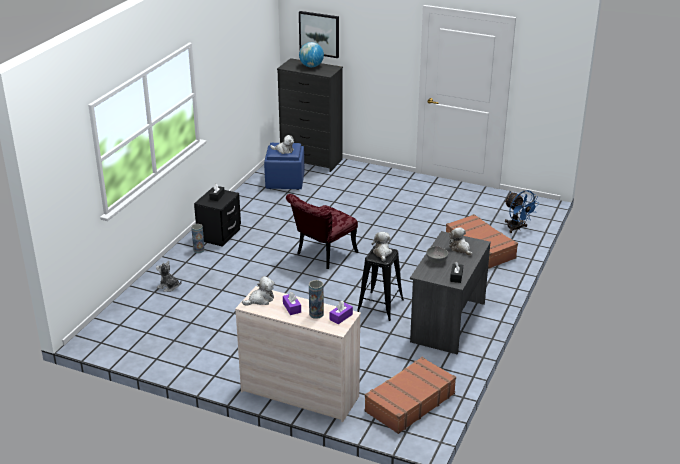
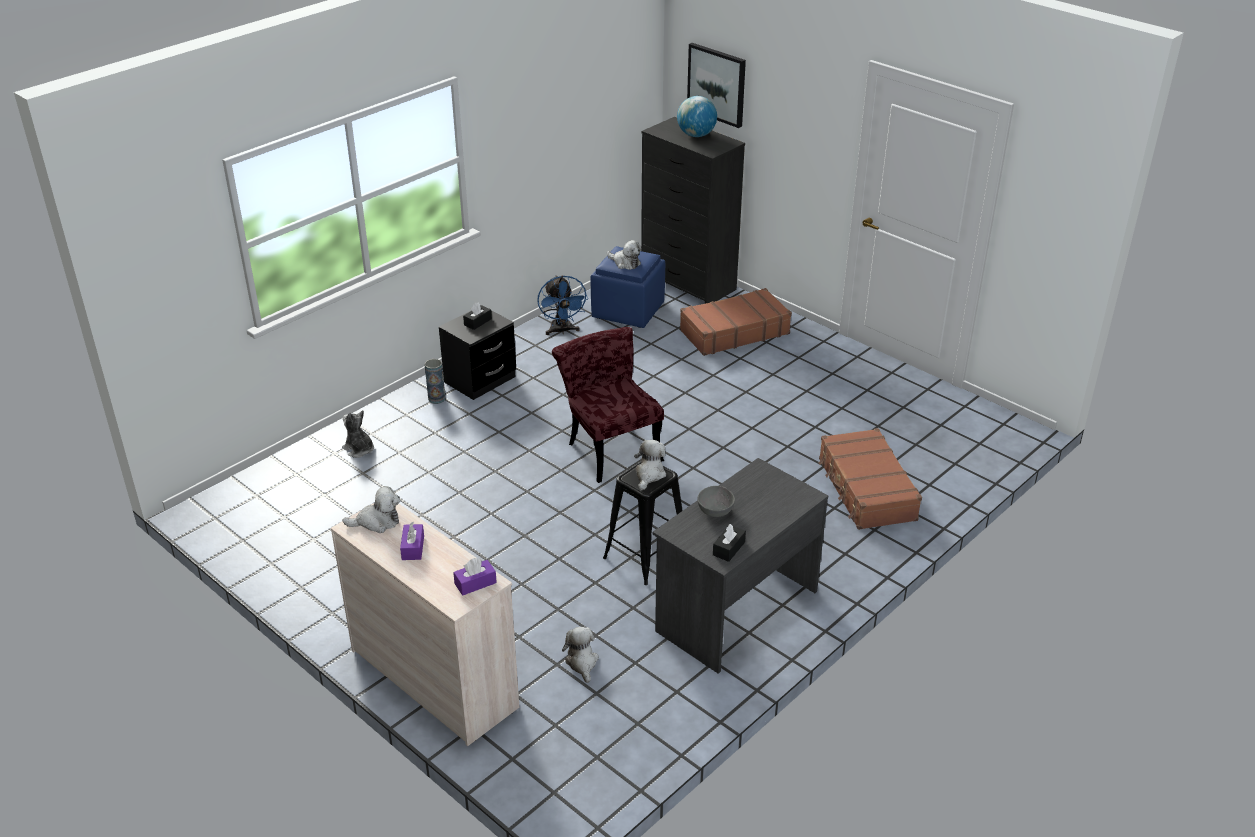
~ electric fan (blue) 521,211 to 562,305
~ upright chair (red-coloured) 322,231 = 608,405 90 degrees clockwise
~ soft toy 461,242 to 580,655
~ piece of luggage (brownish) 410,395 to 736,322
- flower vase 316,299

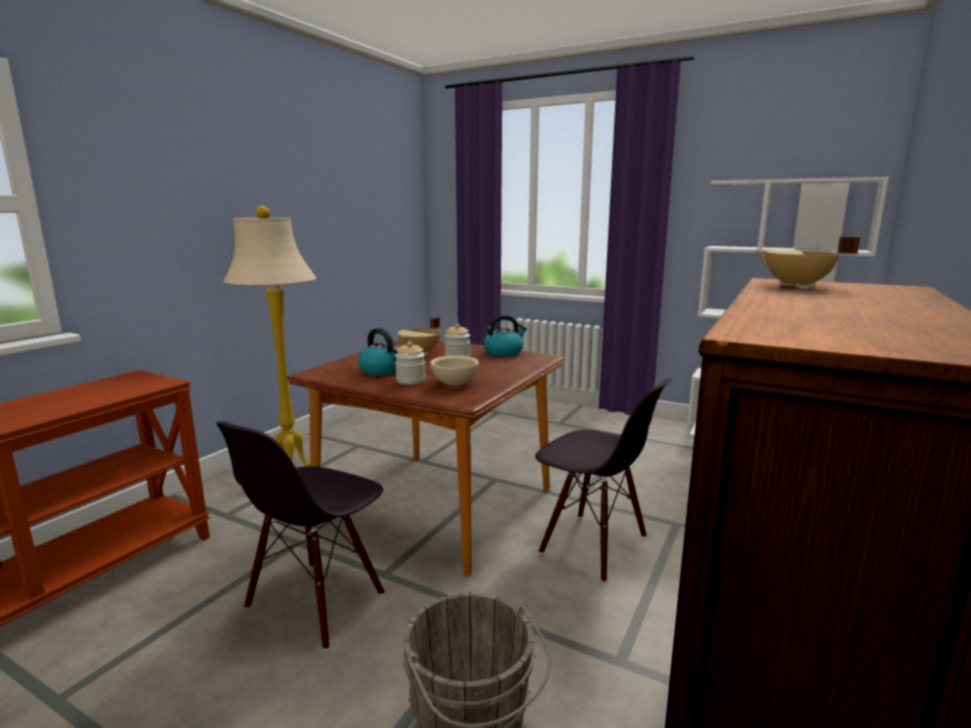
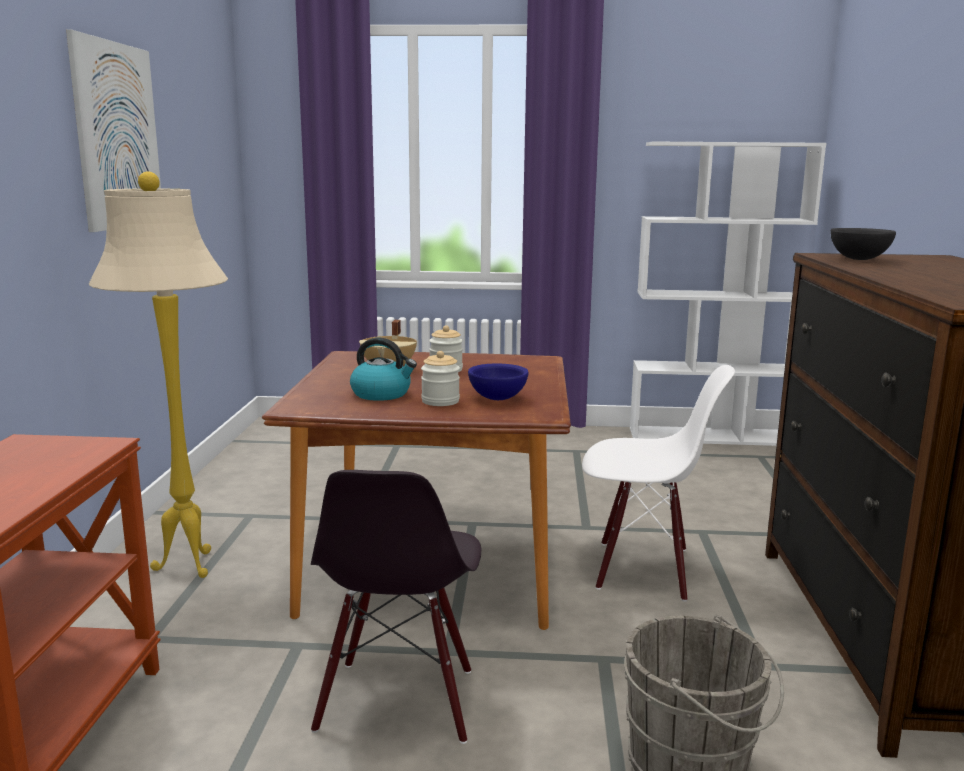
+ picture 113,131
~ bowl (beige-coloured) 454,371 to bowl (blue) 498,382
~ upright chair (blackish) 603,480 to upright chair (white-coloured) 658,483
~ saucepot (beige-coloured) 808,262 to bowl (blackish) 863,244
- tea kettle 505,336

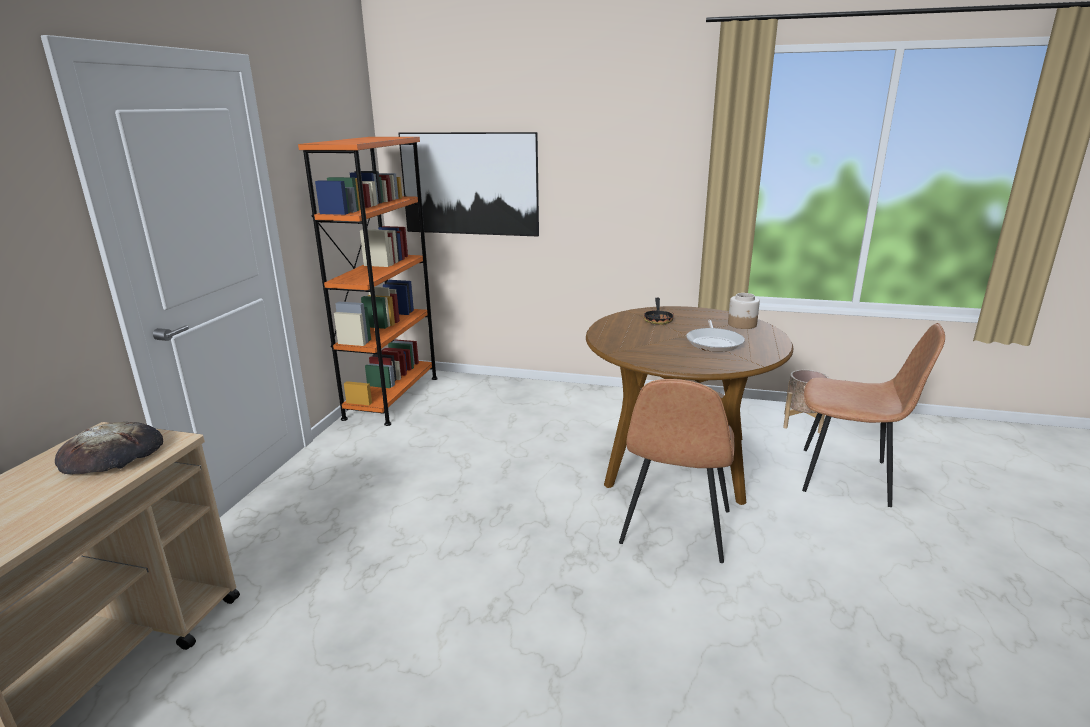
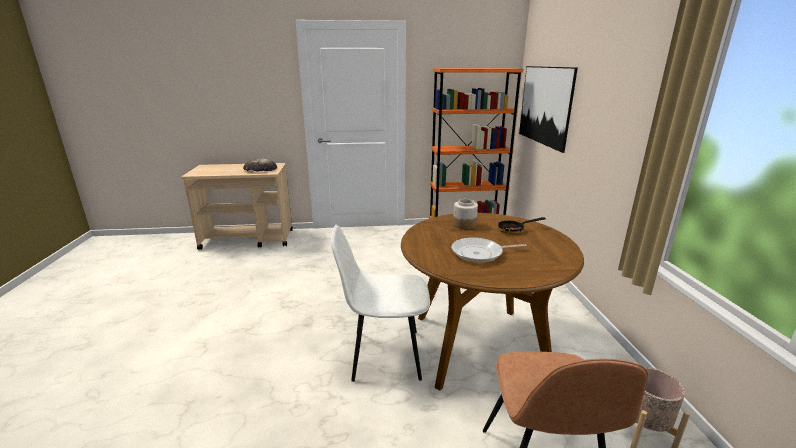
~ upright chair (brownish) 677,471 to upright chair (white-coloured) 380,303
~ jar 744,311 to 465,214

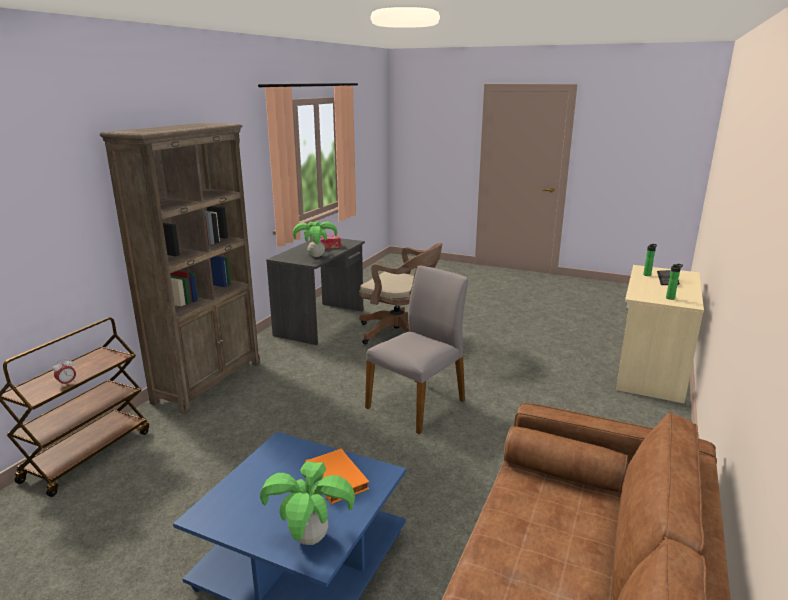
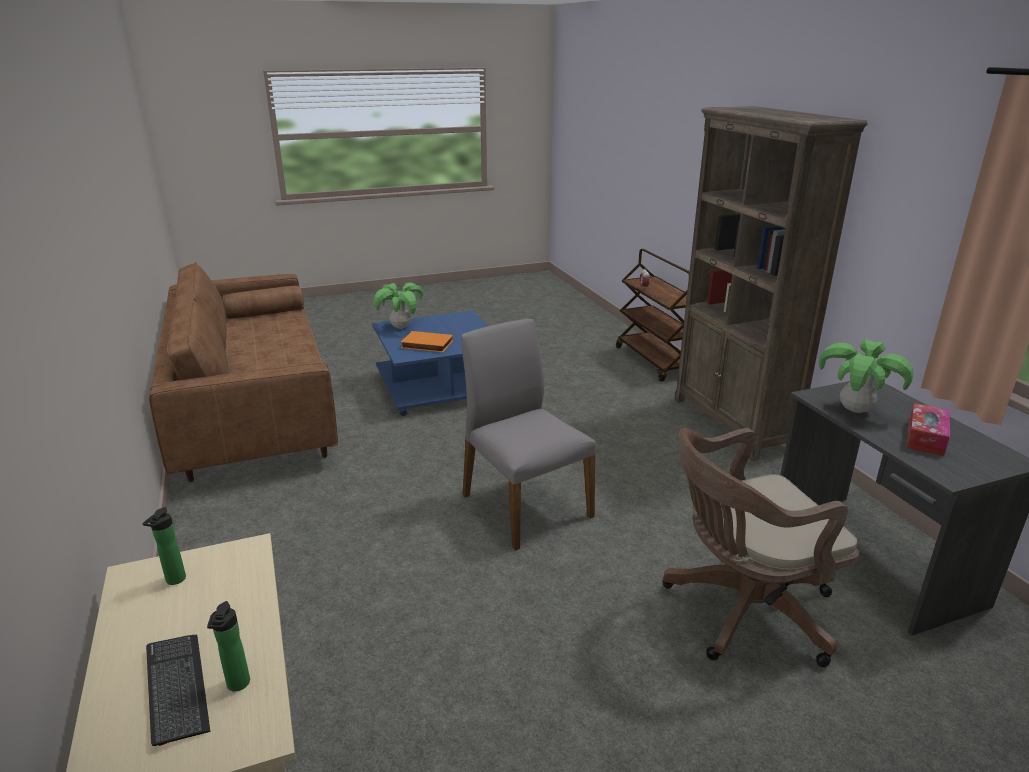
~ upright chair (grey) 416,350 = 528,435 150 degrees clockwise

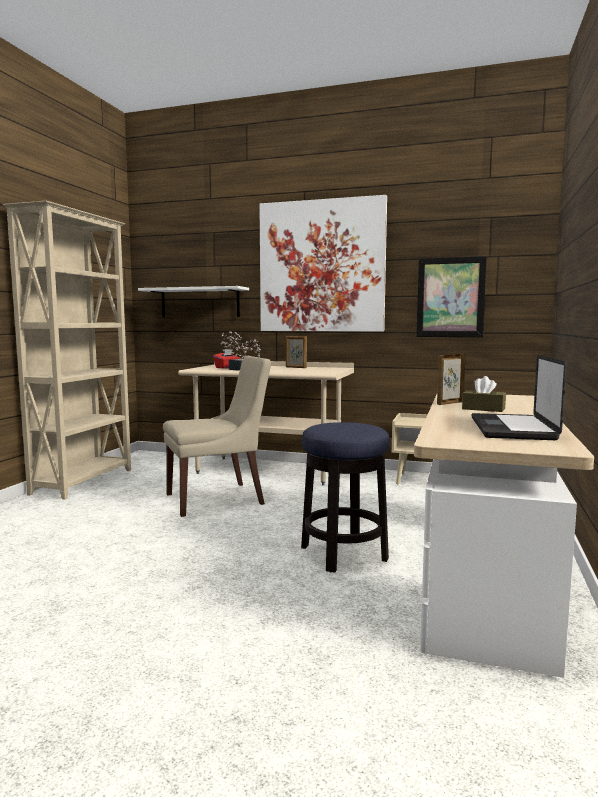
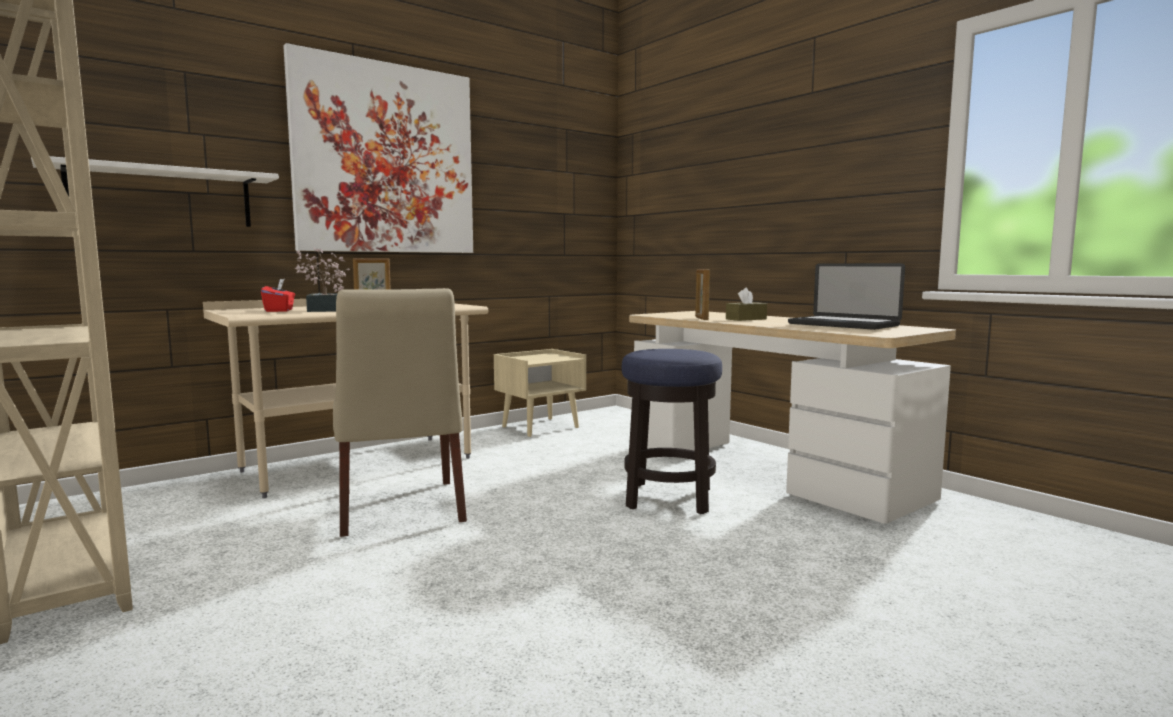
~ upright chair (beige-coloured) 217,436 = 400,412 150 degrees clockwise
- picture 451,296

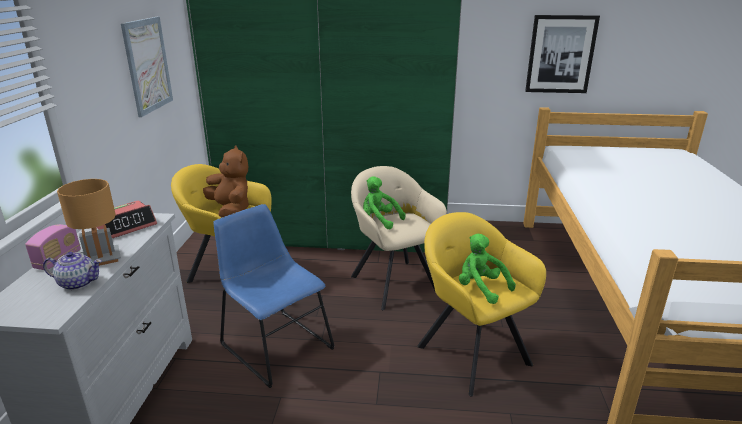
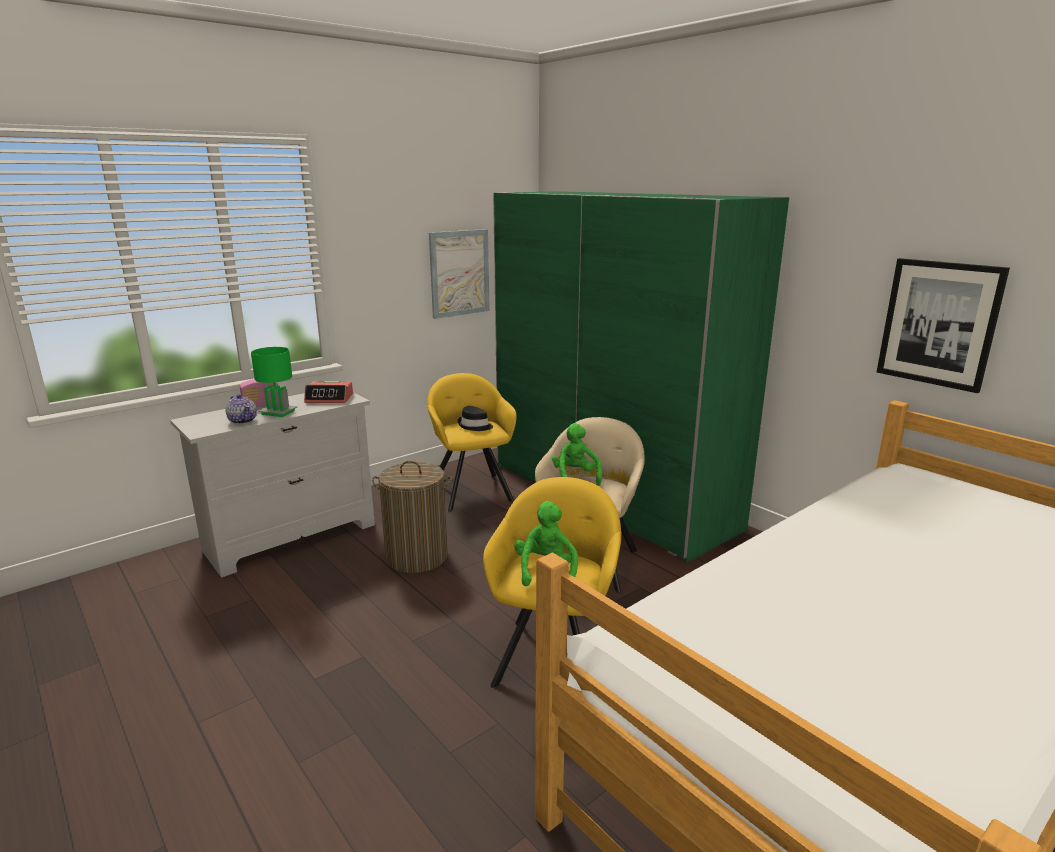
~ tabletop lamp (brownish) 89,222 to tabletop lamp (green) 274,382
~ upright chair (blue) 274,296 to hamper 412,517
~ soft toy (brownish) 226,182 to wearable hat (blackish) 475,418

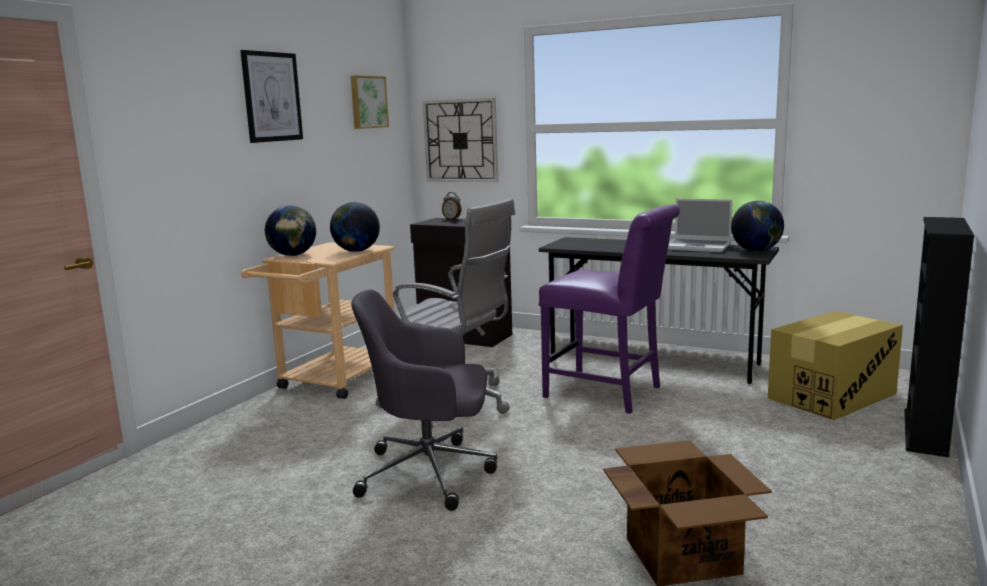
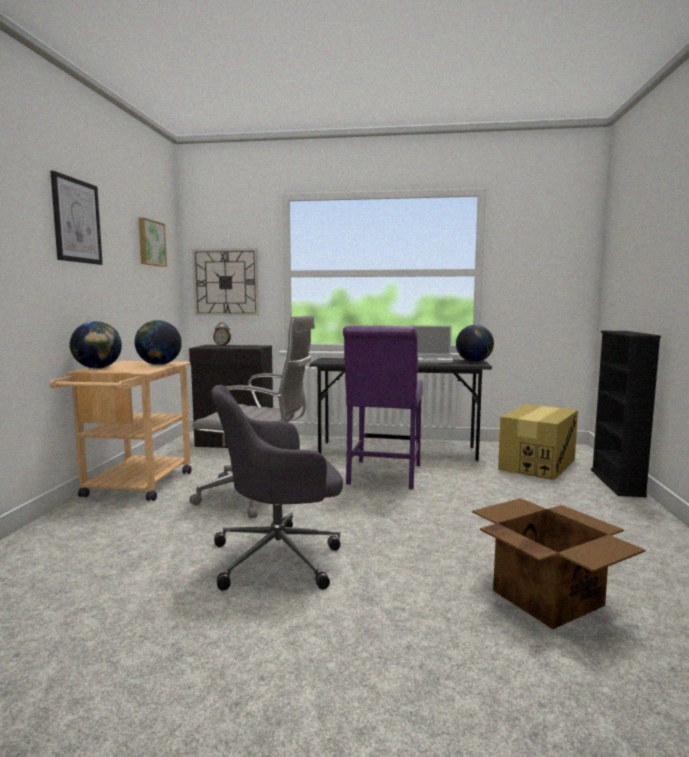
~ upright chair (purple-coloured) 609,309 = 383,407 90 degrees clockwise

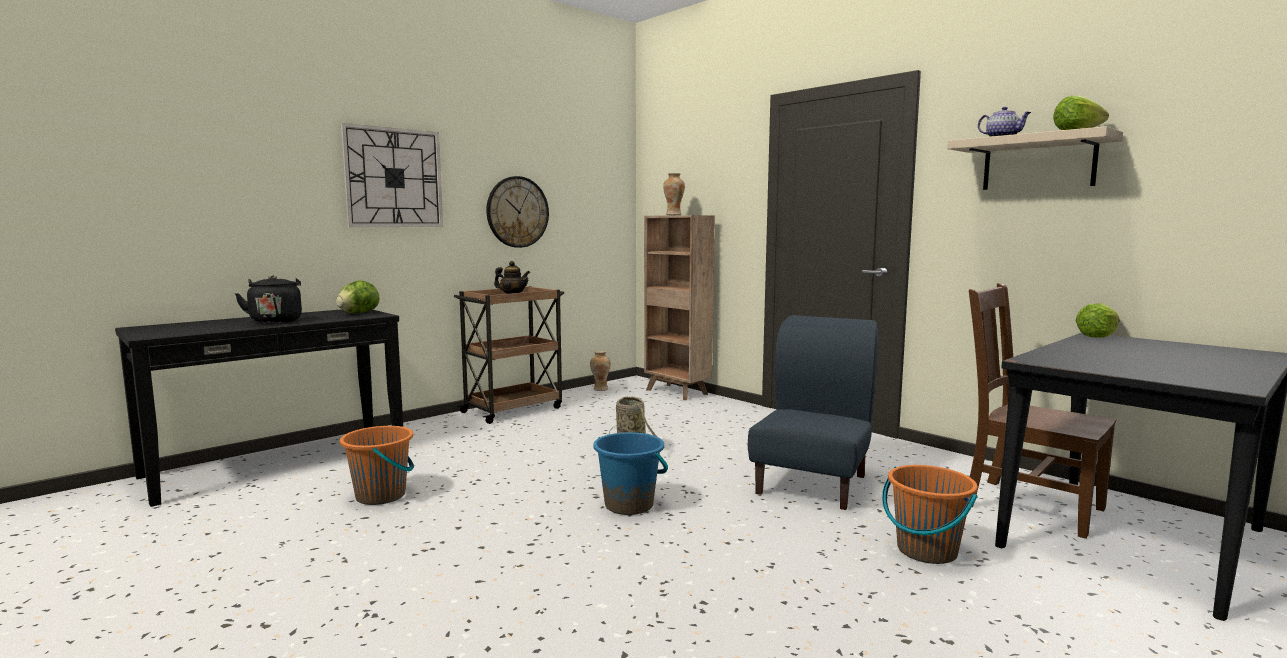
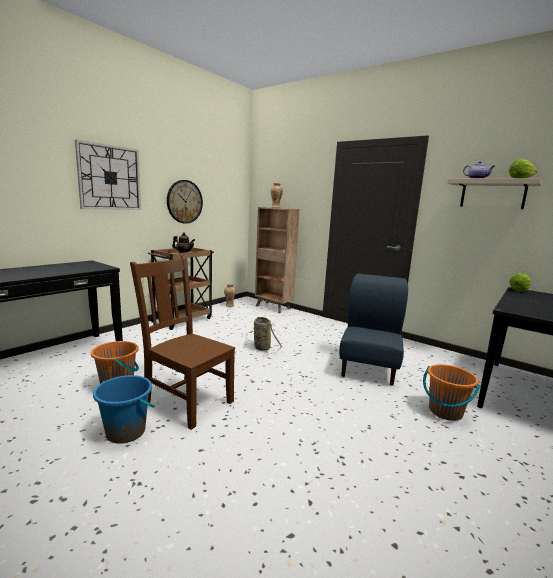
~ pail (blue) 631,473 to 124,409
~ upright chair (brownish) 1042,411 to 182,342
- tea kettle (blackish) 268,299
- lettuce head 358,297

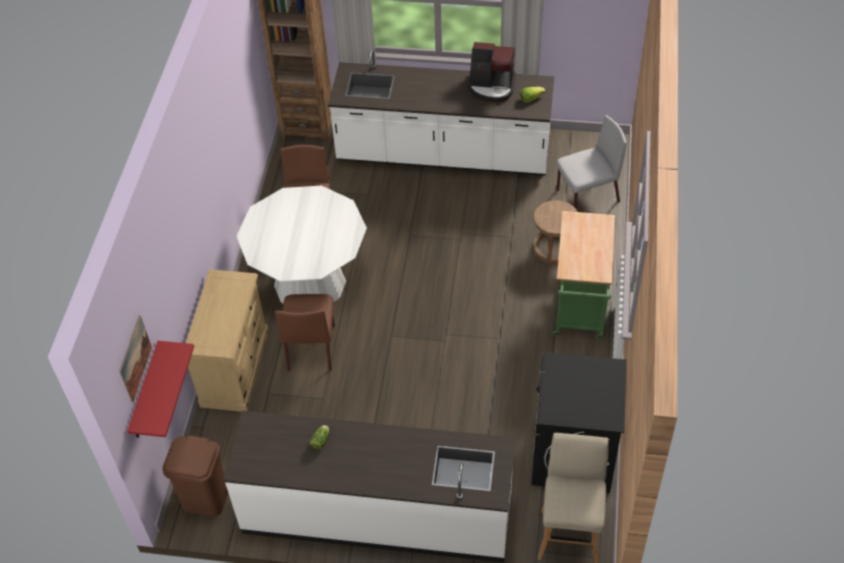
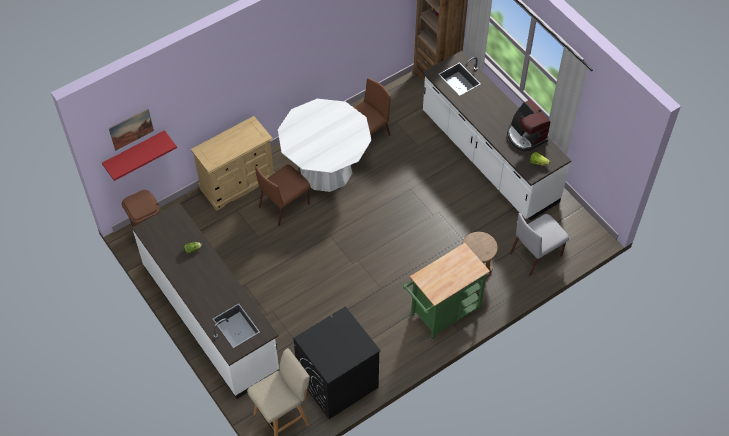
~ upright chair (grey) 591,161 = 539,244 120 degrees clockwise

